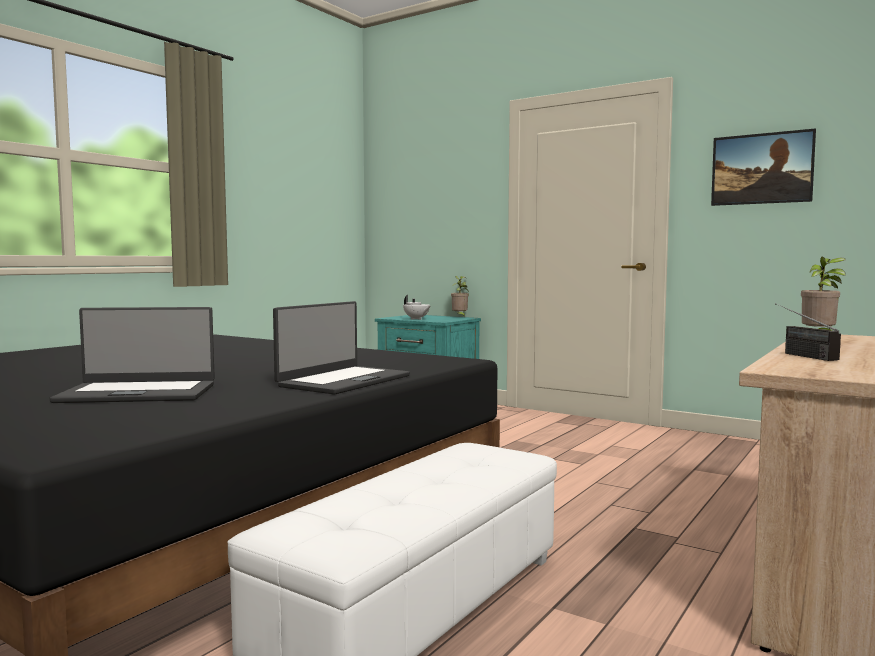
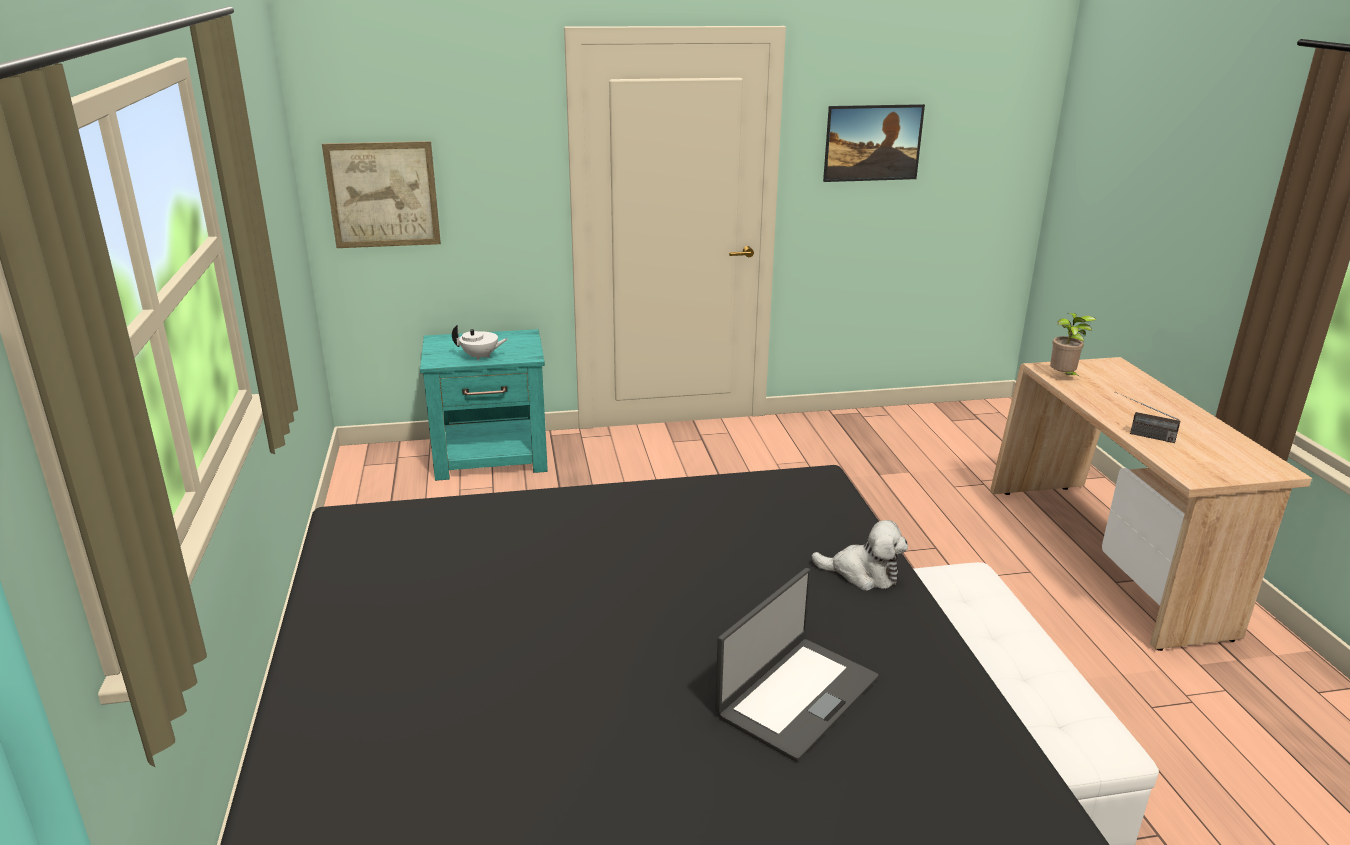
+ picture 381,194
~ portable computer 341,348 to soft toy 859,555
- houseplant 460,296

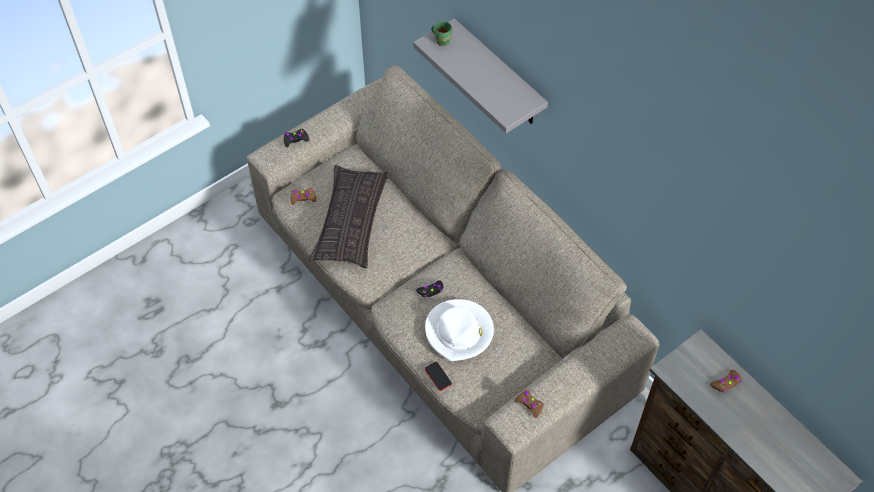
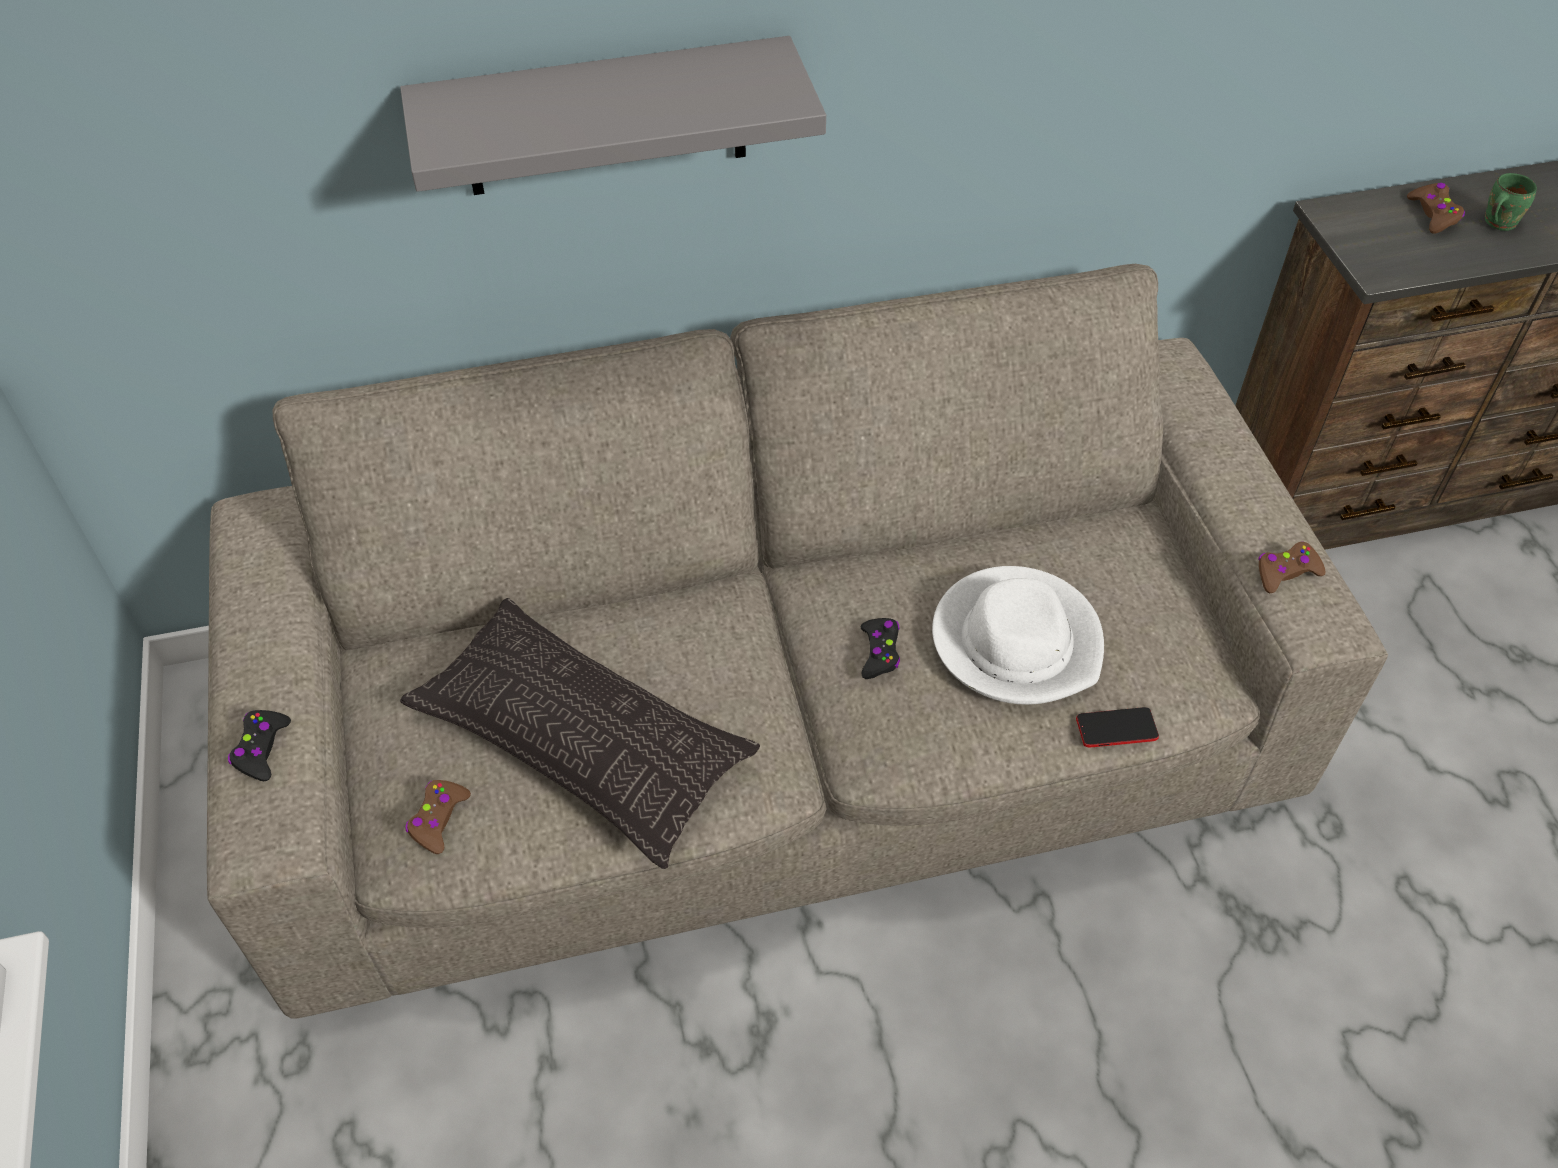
~ coffee mug (green) 441,33 to 1511,202

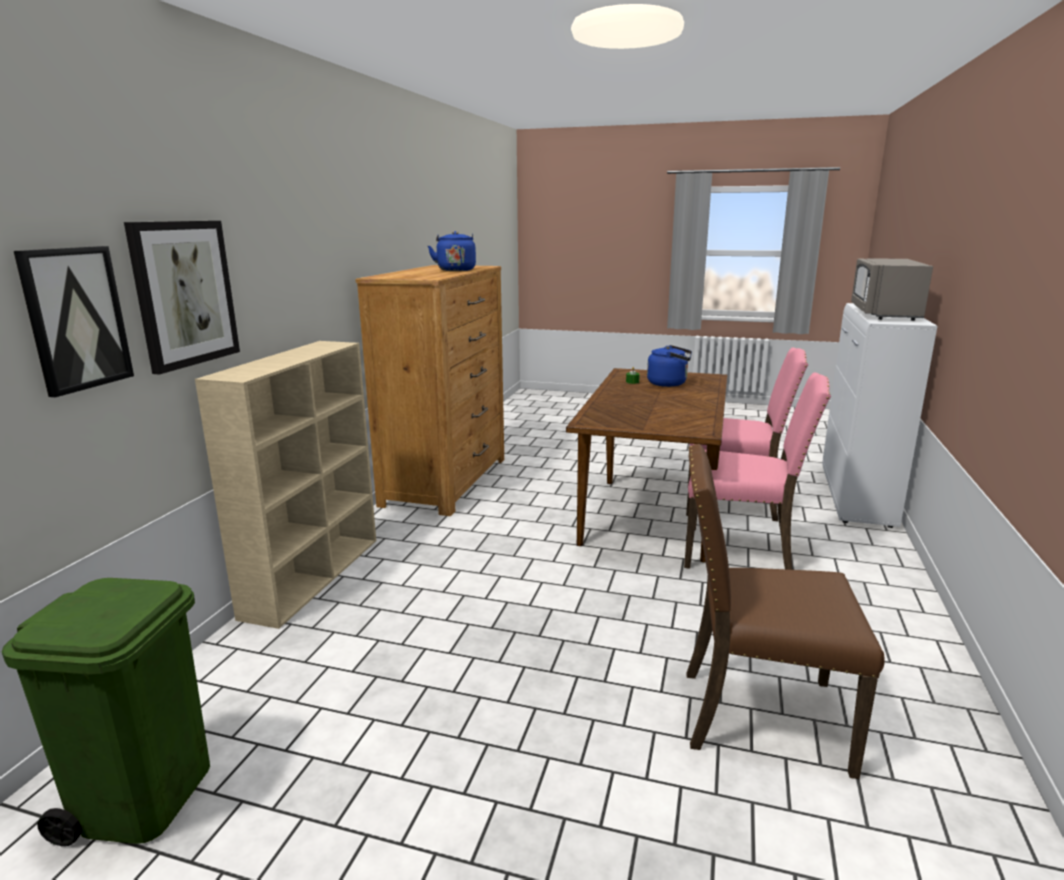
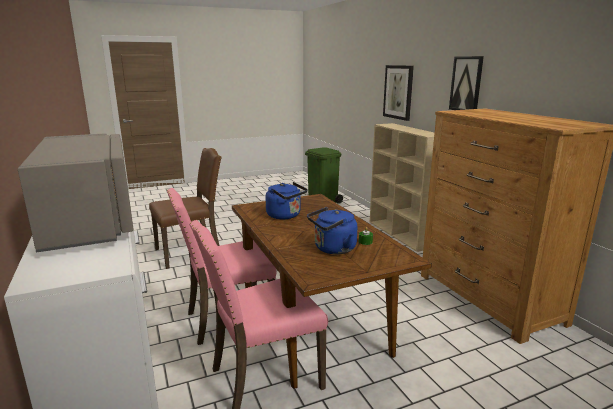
~ tea kettle (blue) 452,251 to 287,200
~ picture 74,321 to 466,83

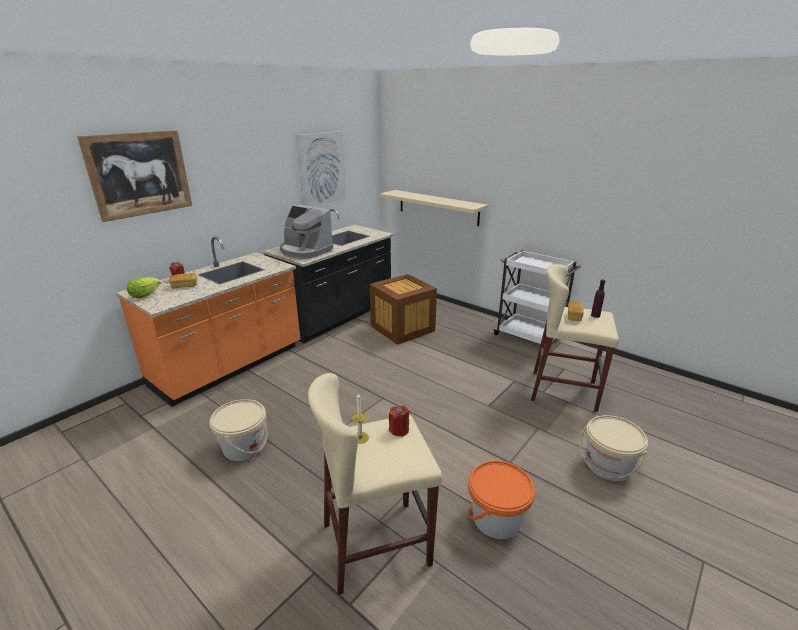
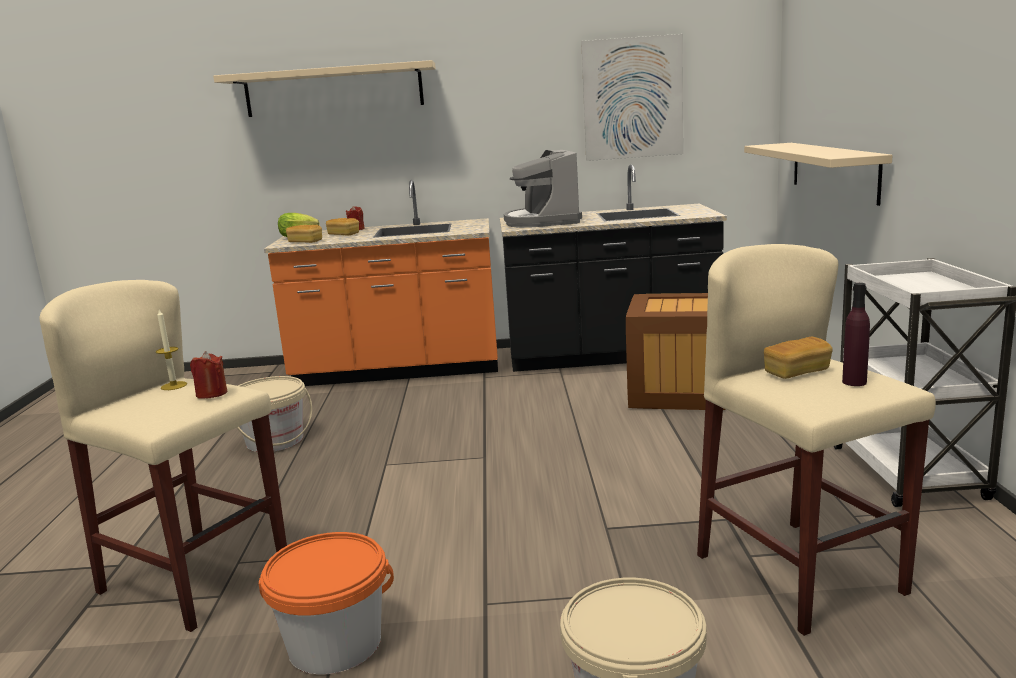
~ picture 134,176 to shelf (beige-coloured) 324,88
+ baked bread 304,234

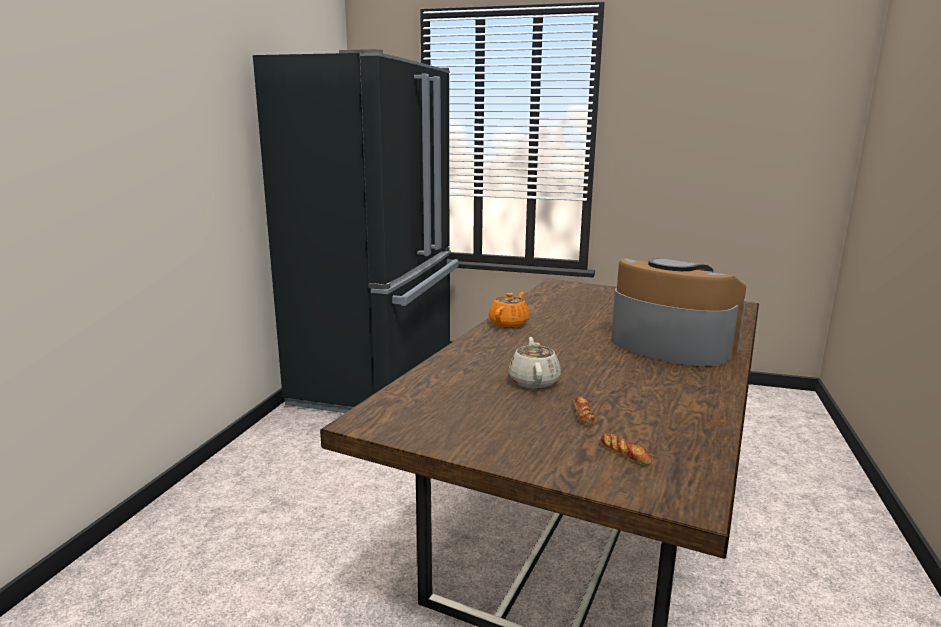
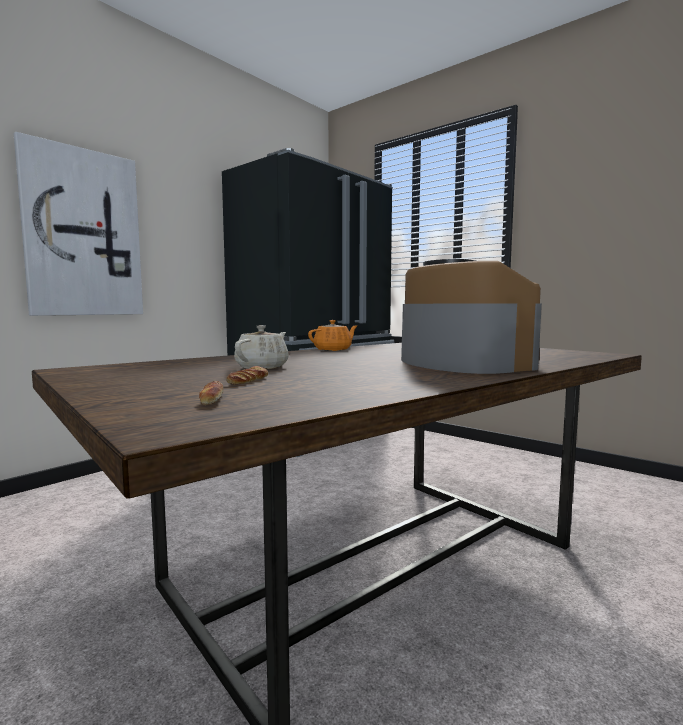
+ picture 78,224

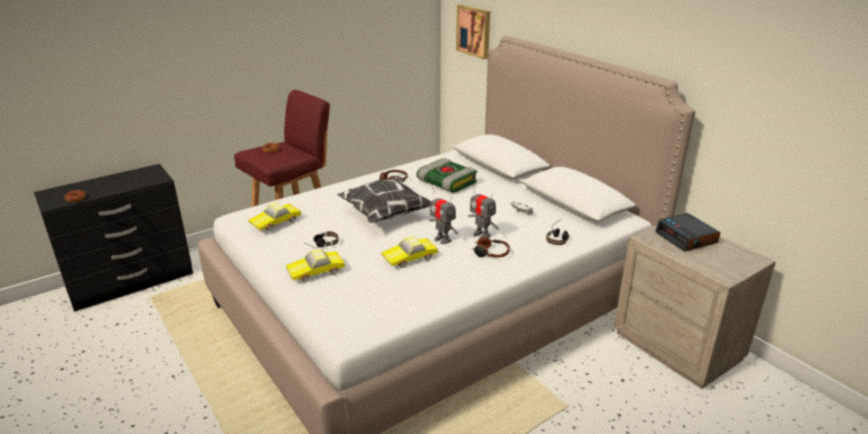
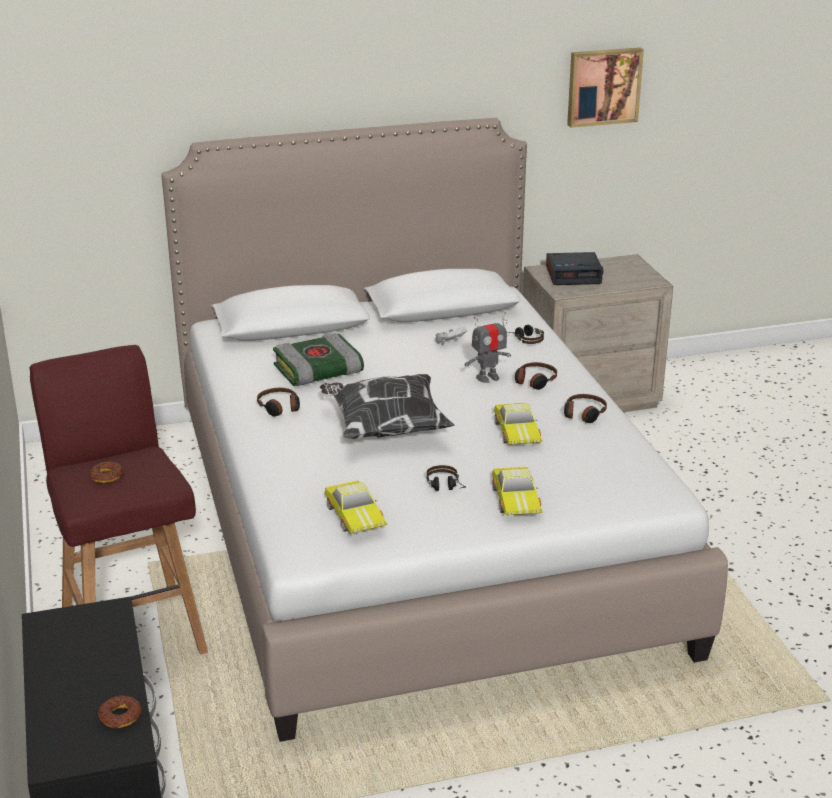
+ headset 585,408
~ picture 473,32 to 605,87
- model robot 443,216

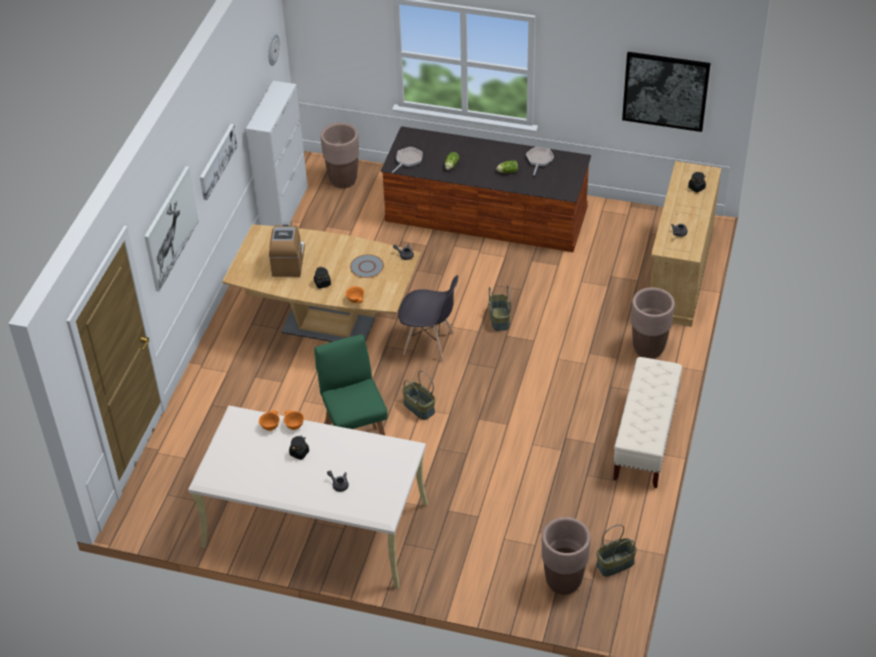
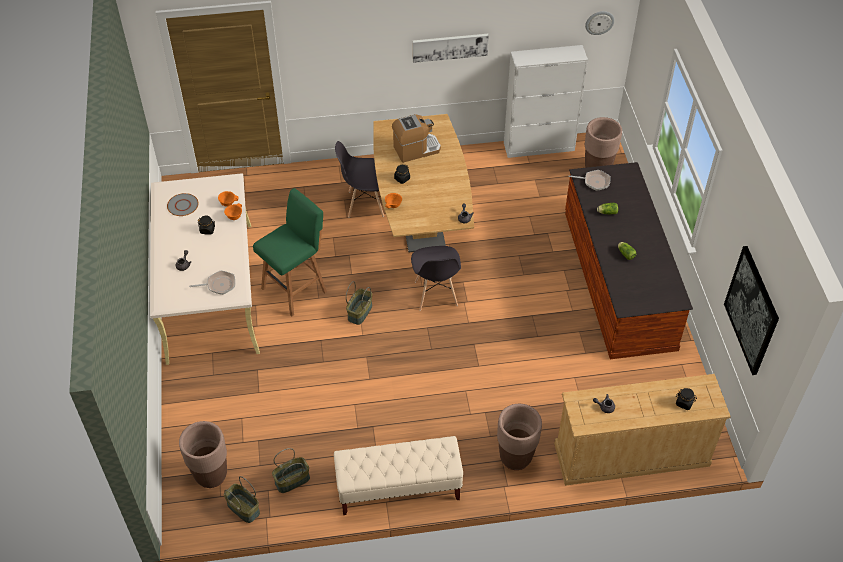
~ dinner plate (grey) 367,266 to 183,204
~ skillet 540,161 to 212,282
~ household basket 500,308 to 291,470
+ upright chair (grey) 359,179
- picture 171,229

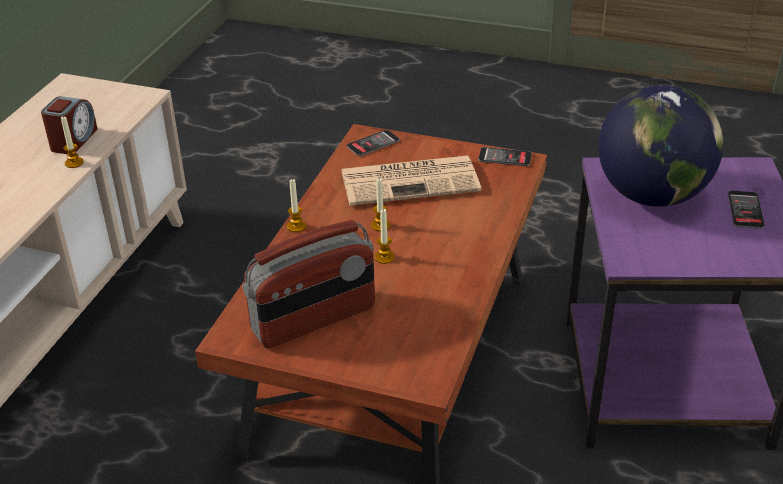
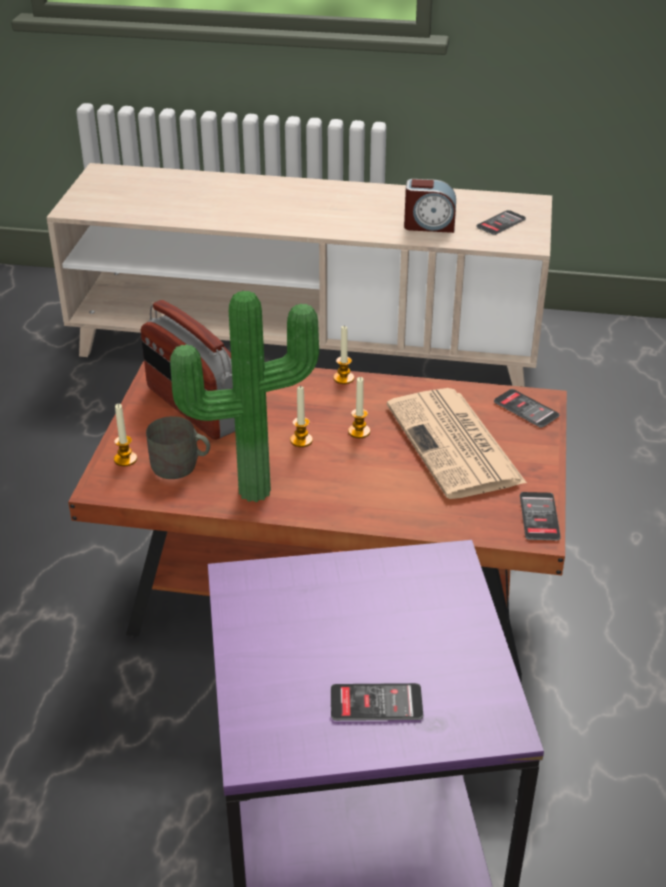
~ wax light 72,142 to 125,435
+ coffee mug (grey) 178,447
+ houseplant 244,396
+ handset 501,222
- world globe 660,146

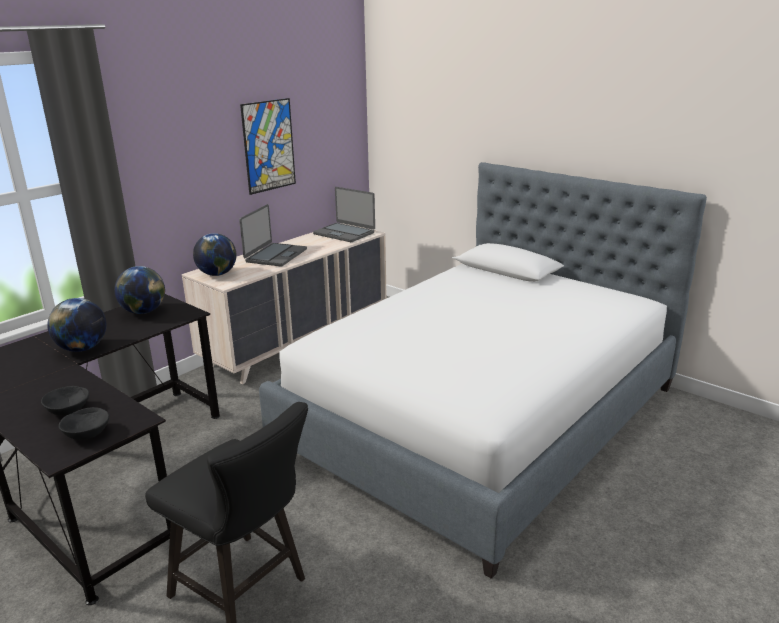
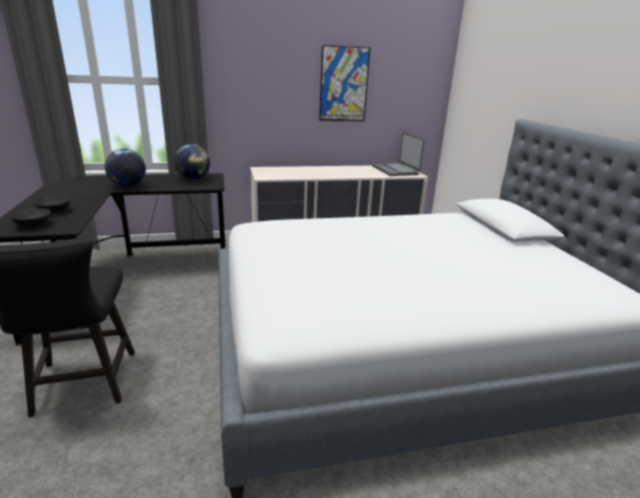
- world globe 215,254
- portable computer 273,235

